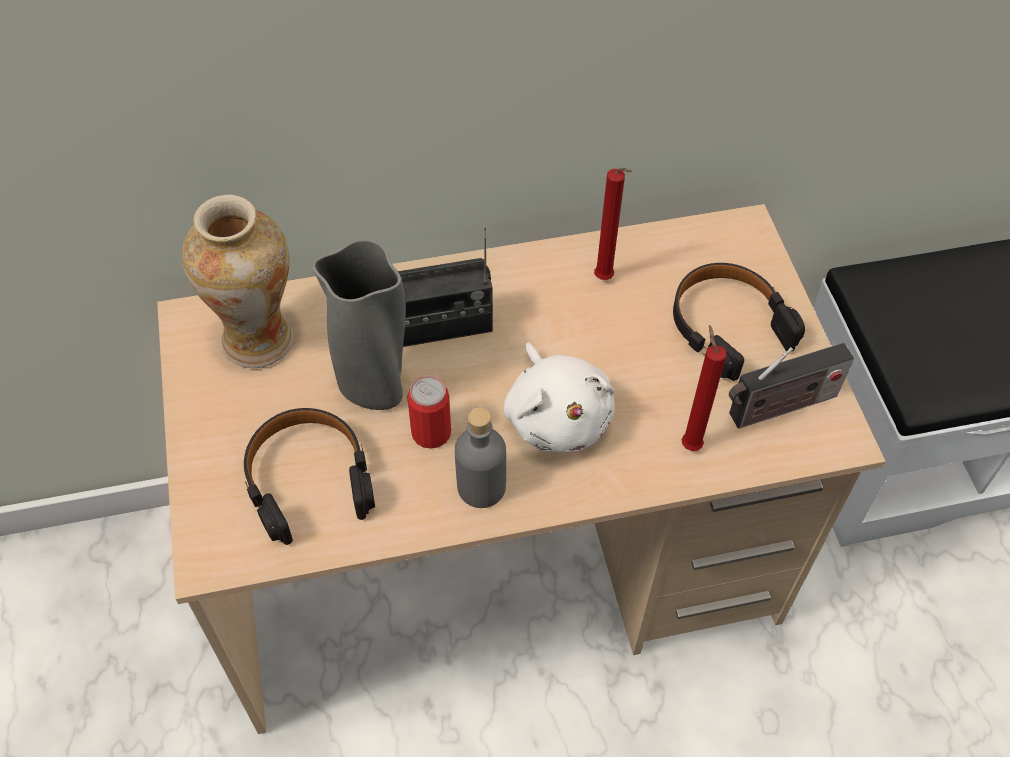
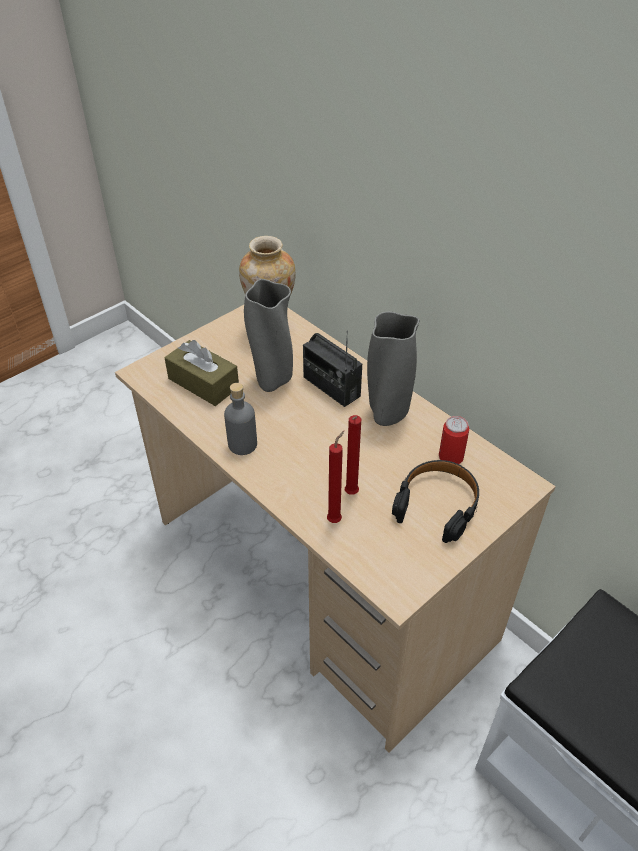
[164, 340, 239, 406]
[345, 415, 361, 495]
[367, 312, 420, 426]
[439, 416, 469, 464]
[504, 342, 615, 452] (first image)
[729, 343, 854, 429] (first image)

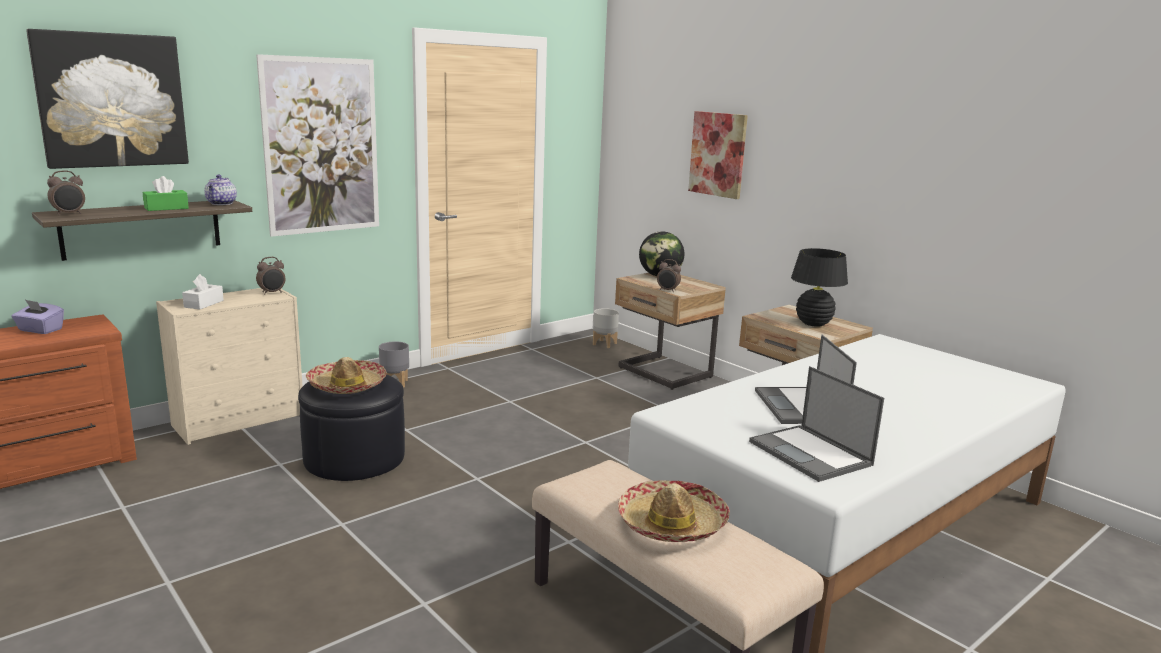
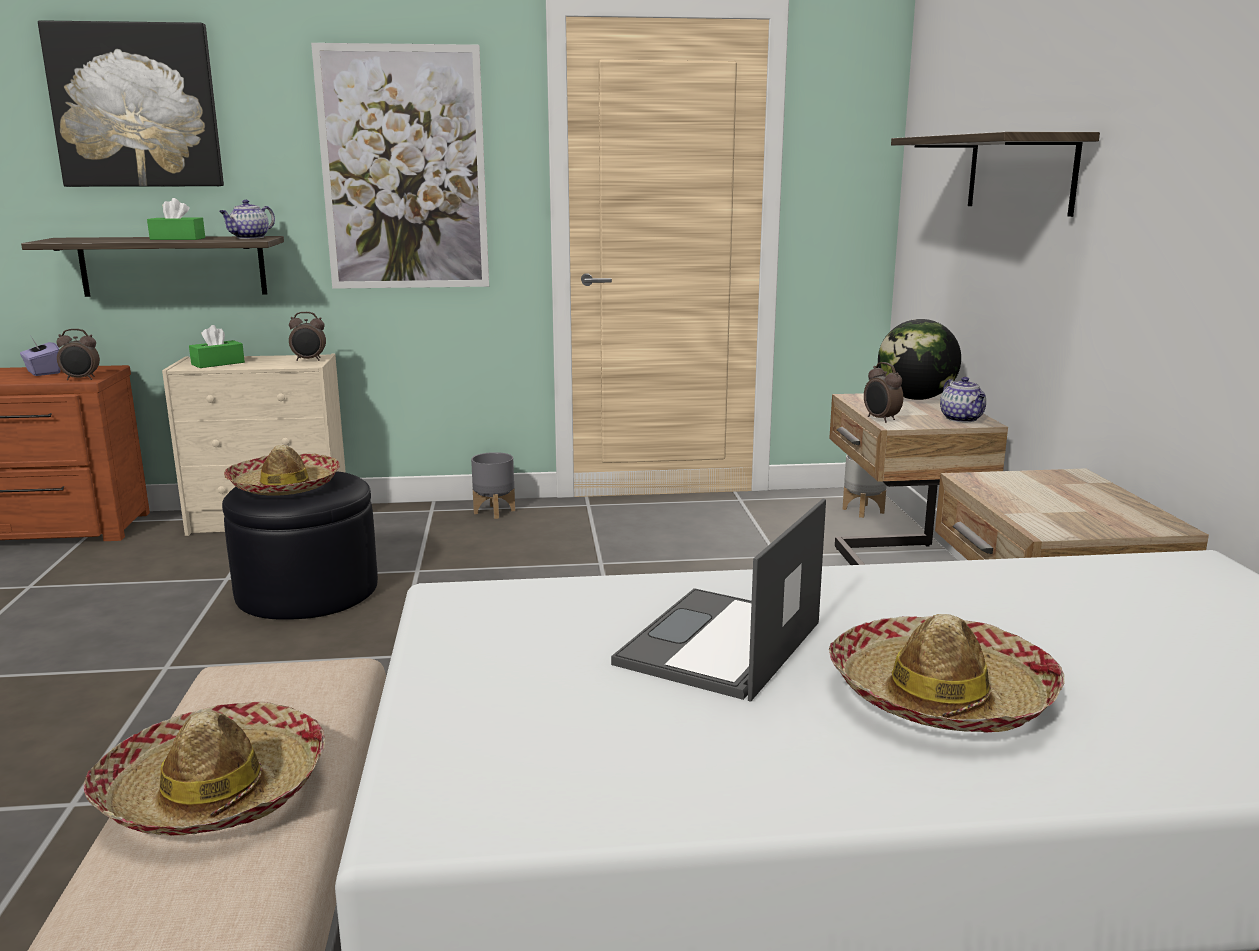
[56, 329, 100, 380]
[189, 325, 245, 368]
[829, 614, 1064, 733]
[891, 132, 1100, 217]
[940, 377, 986, 422]
[749, 366, 884, 482] (first image)
[791, 248, 848, 327] (first image)

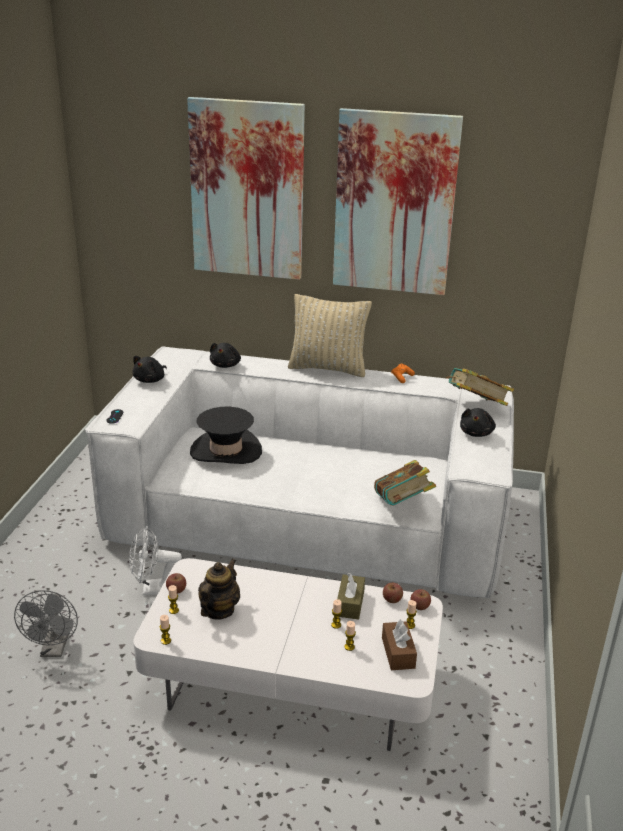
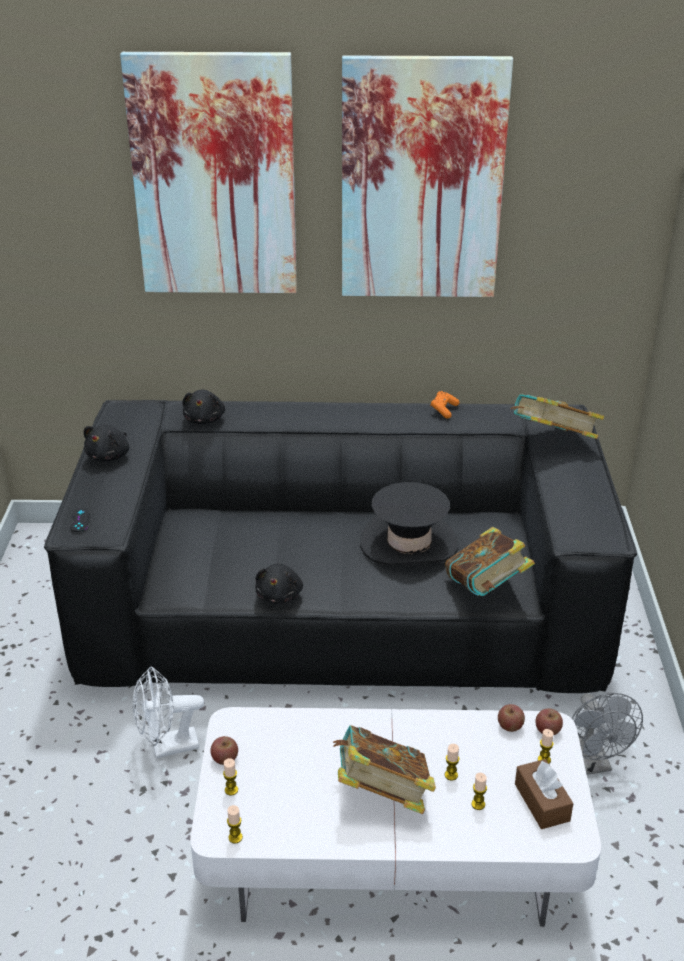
[44, 400, 637, 693]
[255, 564, 303, 604]
[333, 725, 436, 814]
[360, 482, 458, 565]
[571, 693, 643, 775]
[198, 559, 240, 619] (first image)
[288, 294, 372, 377] (first image)
[337, 573, 365, 620] (first image)

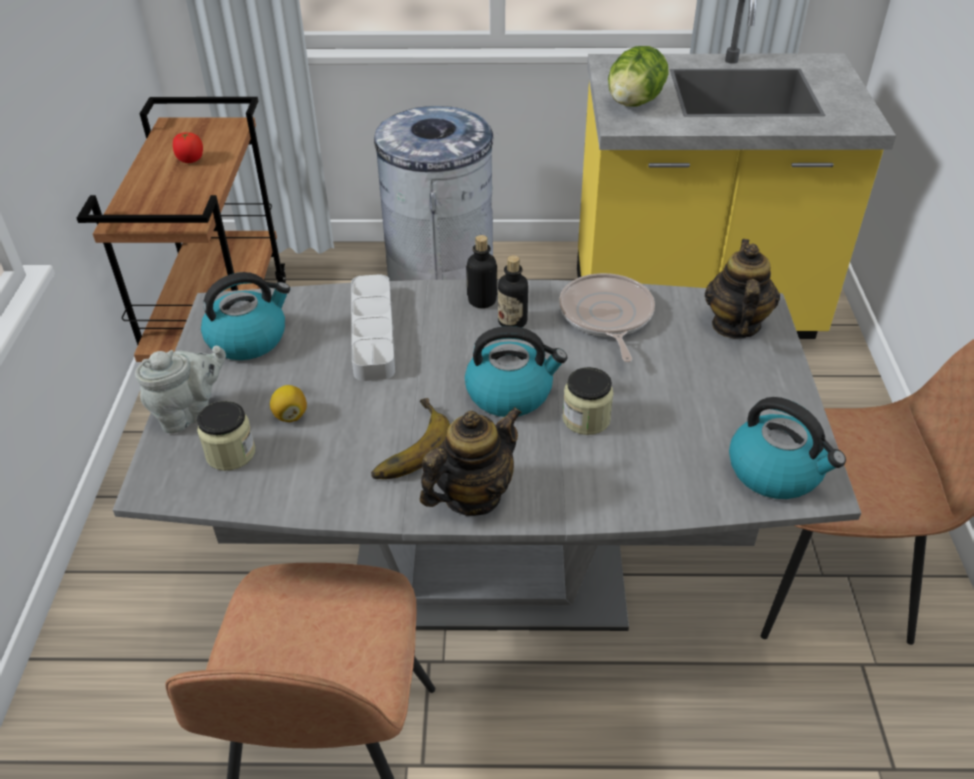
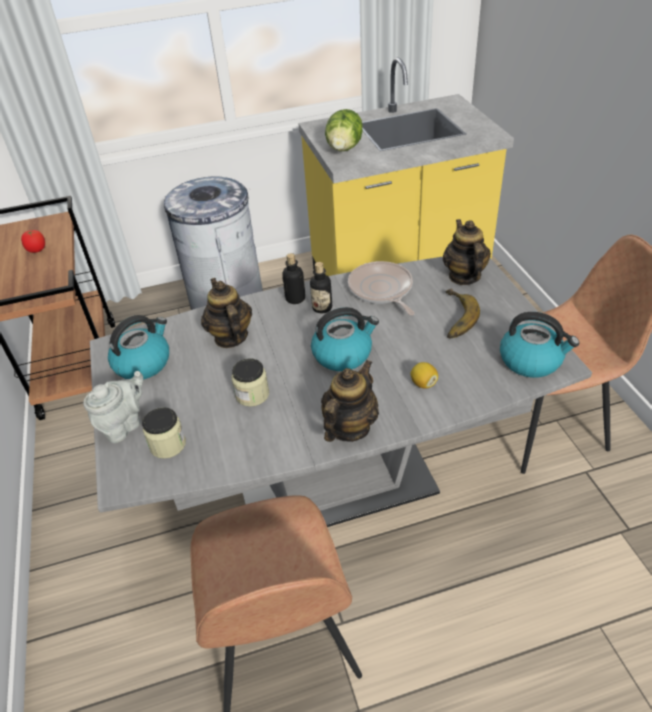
[201, 278, 252, 348]
[232, 358, 269, 407]
[411, 362, 438, 389]
[446, 289, 480, 339]

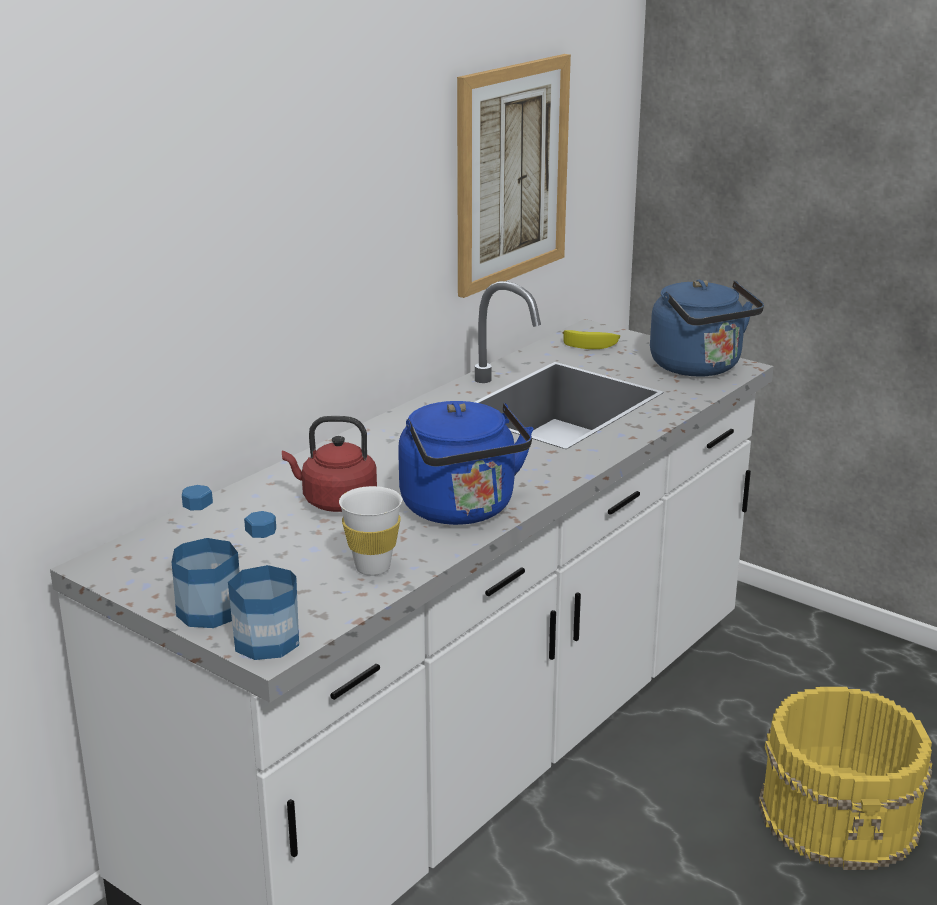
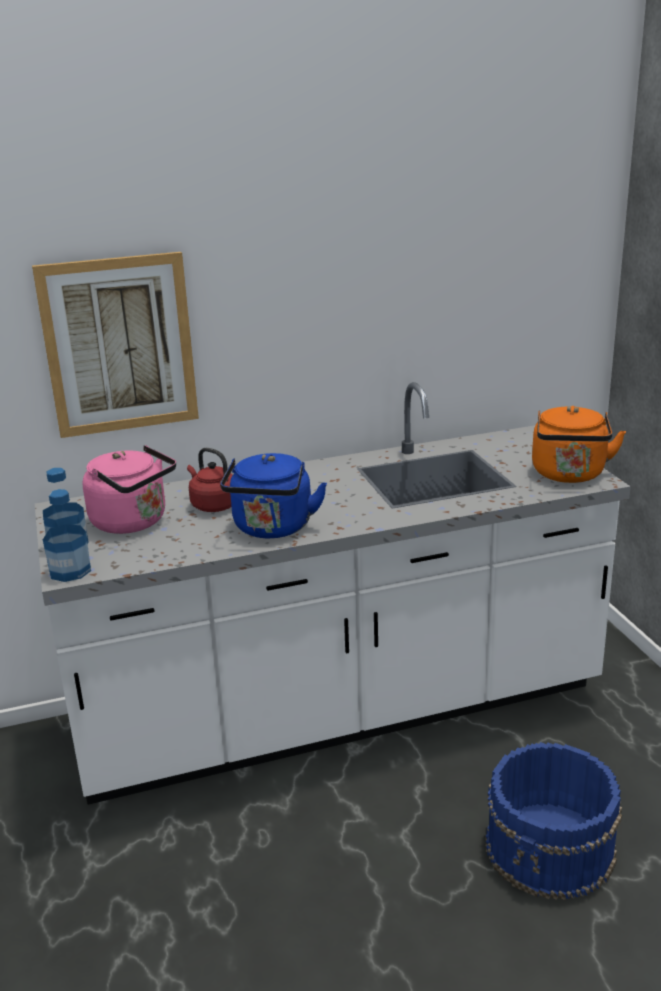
[32, 252, 199, 438]
[83, 445, 176, 534]
[485, 742, 622, 900]
[532, 406, 626, 483]
[339, 486, 402, 576] (first image)
[563, 330, 620, 349] (first image)

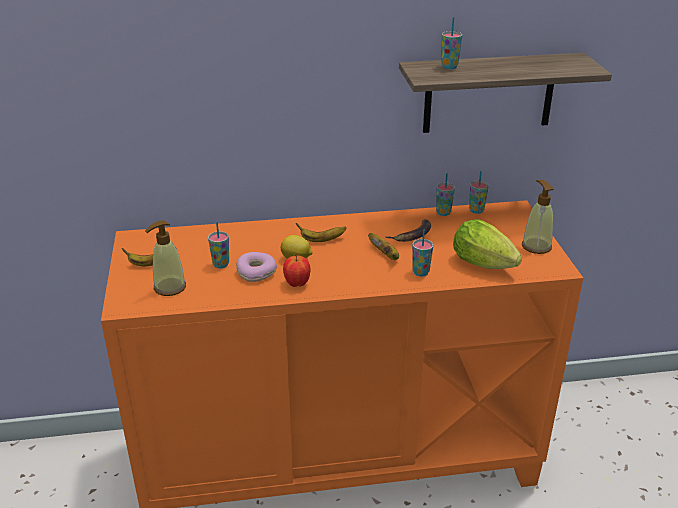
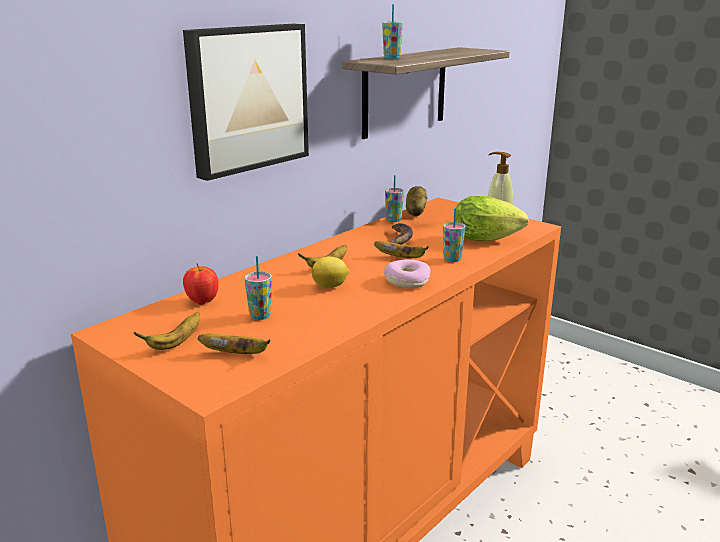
[183, 24, 309, 181]
[183, 264, 219, 305]
[198, 334, 270, 354]
[384, 259, 430, 288]
[406, 186, 427, 216]

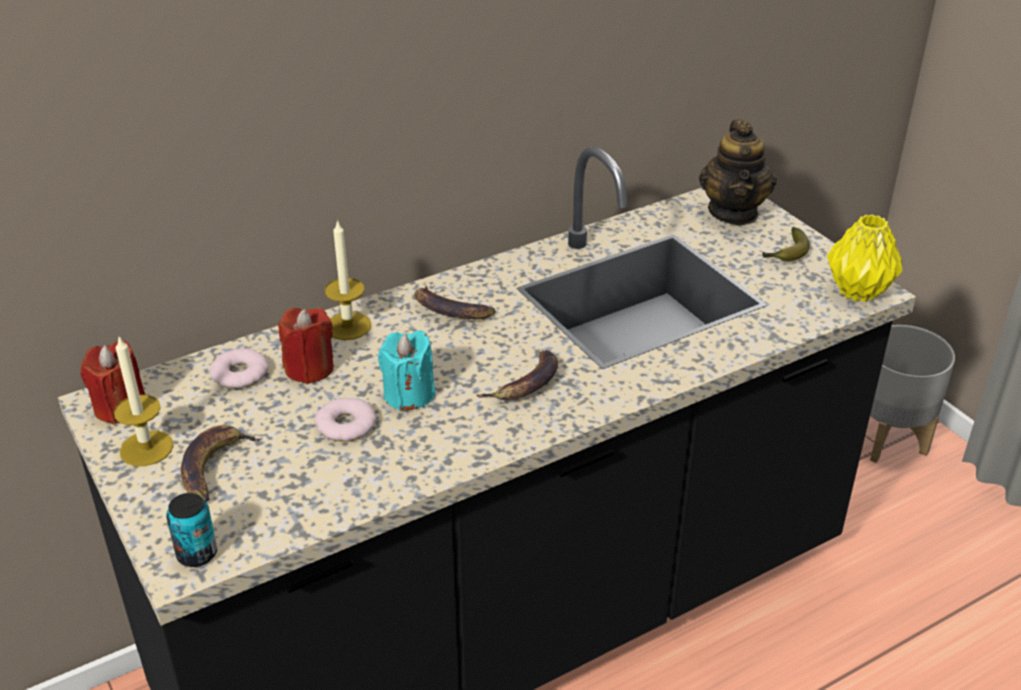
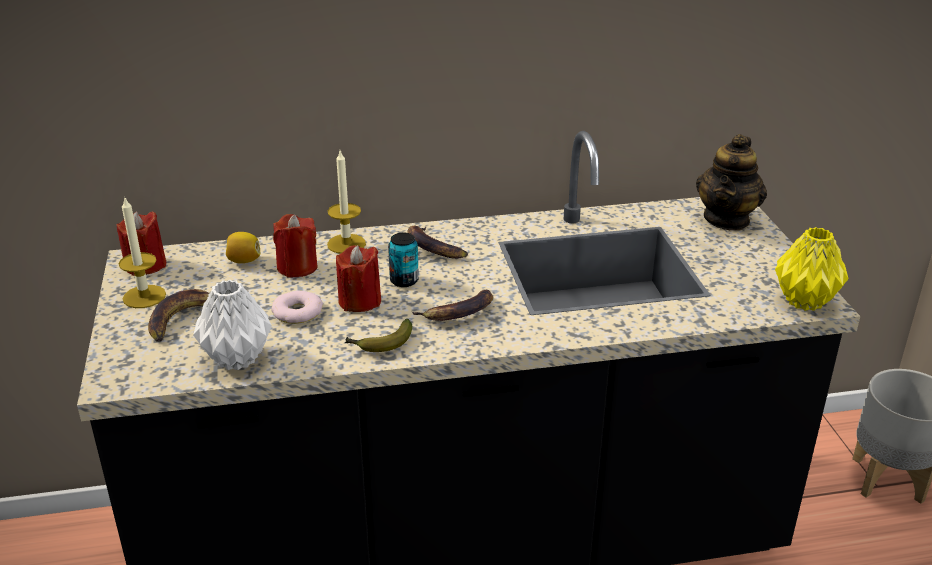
[193, 280, 272, 370]
[226, 232, 260, 263]
[336, 245, 381, 312]
[345, 319, 412, 352]
[388, 233, 419, 287]

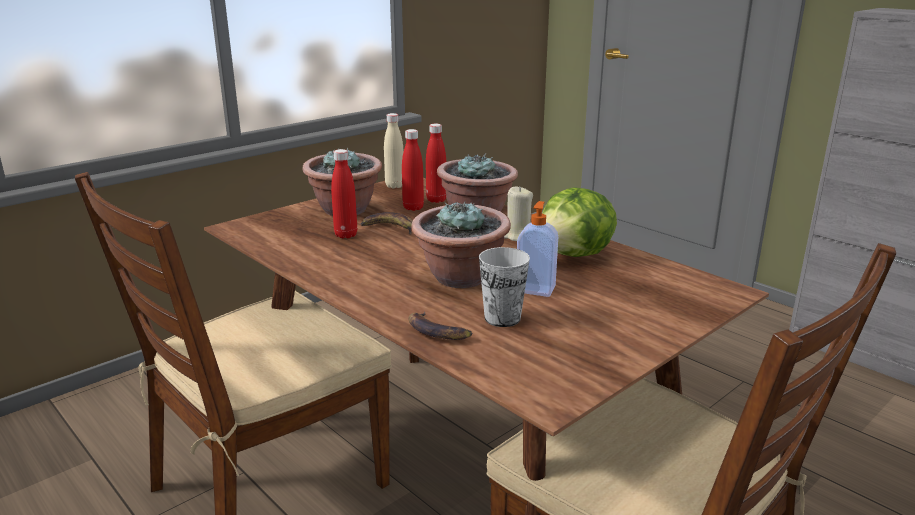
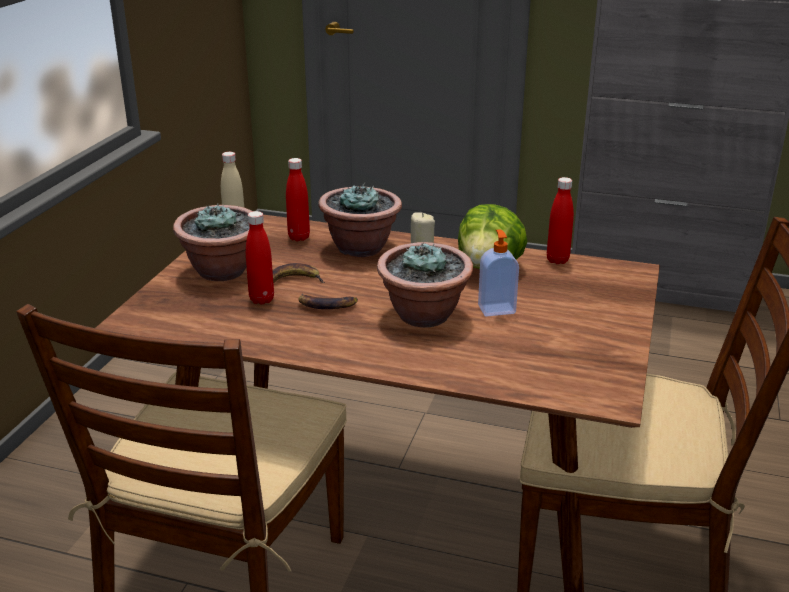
[298, 294, 358, 309]
[547, 177, 574, 264]
[479, 247, 530, 327] (first image)

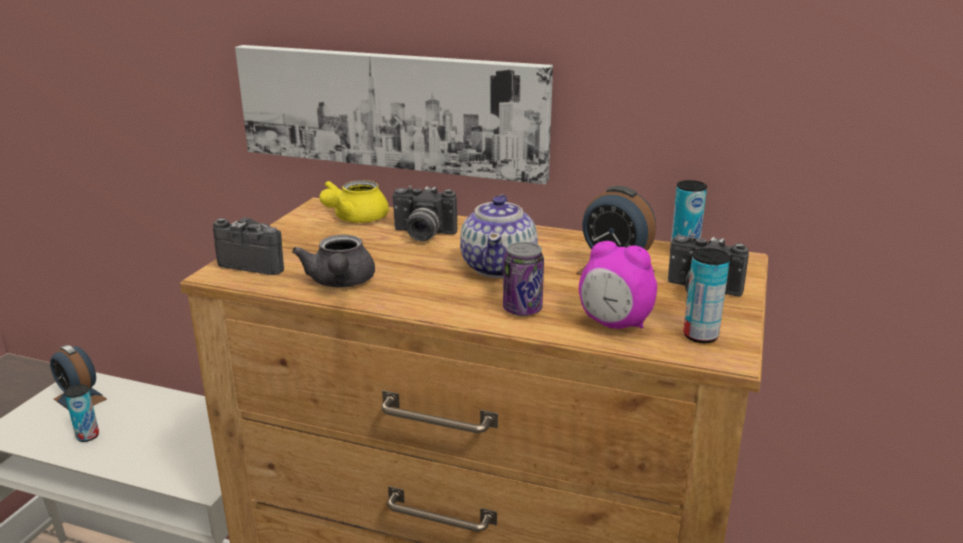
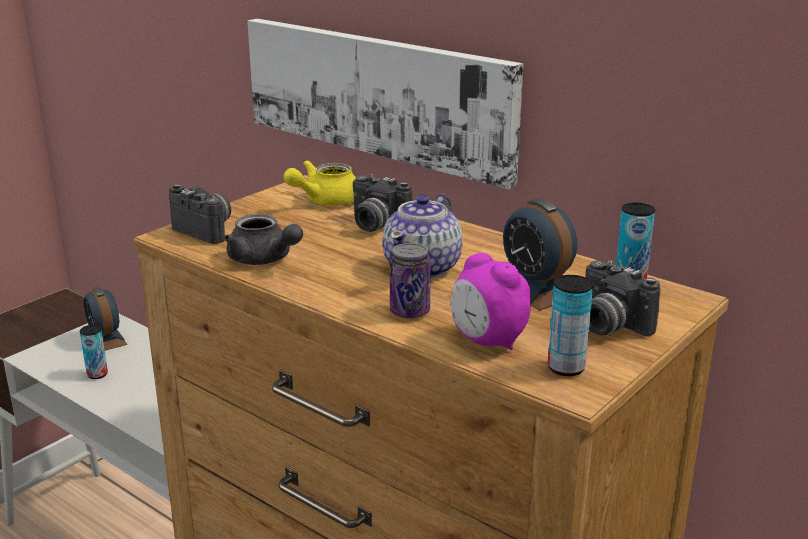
[224, 214, 303, 265]

